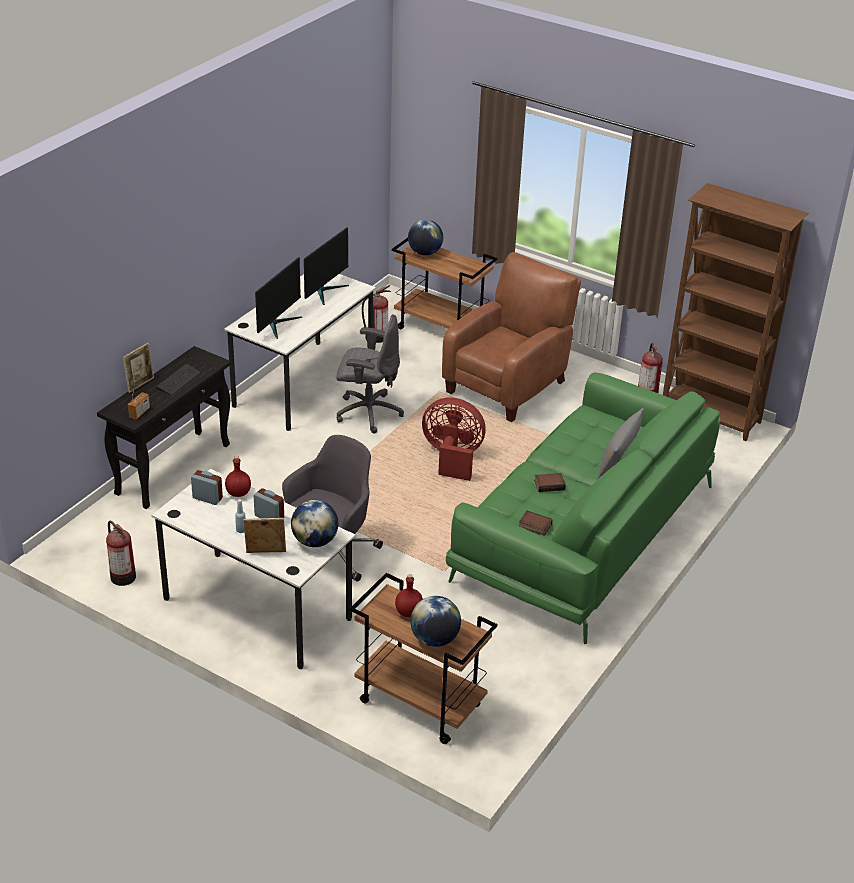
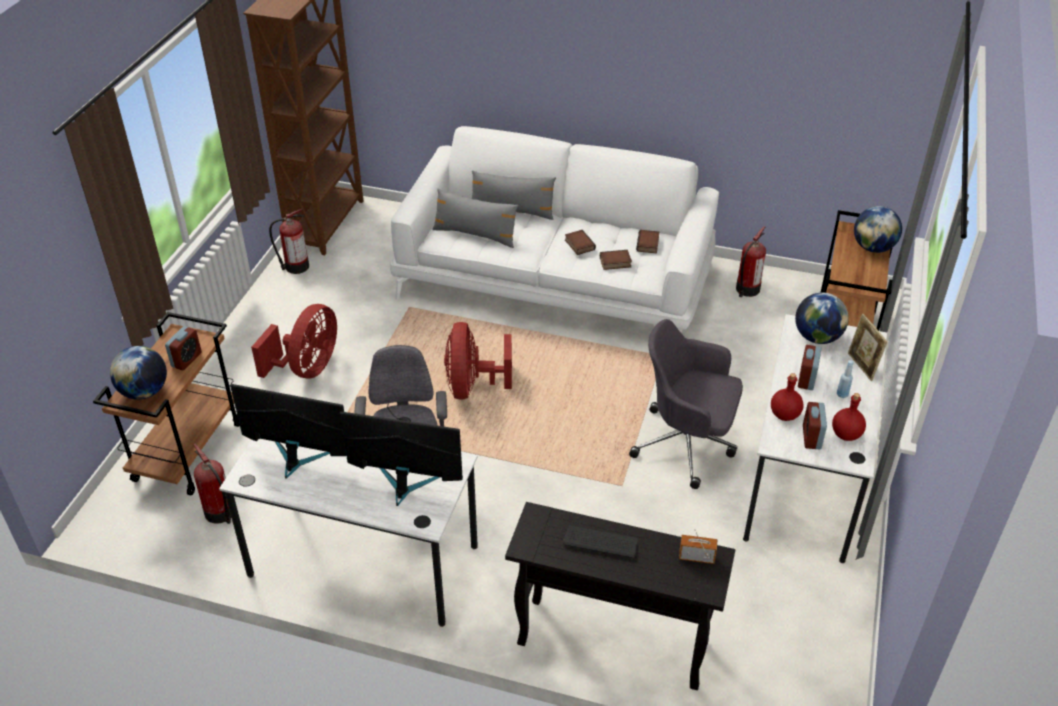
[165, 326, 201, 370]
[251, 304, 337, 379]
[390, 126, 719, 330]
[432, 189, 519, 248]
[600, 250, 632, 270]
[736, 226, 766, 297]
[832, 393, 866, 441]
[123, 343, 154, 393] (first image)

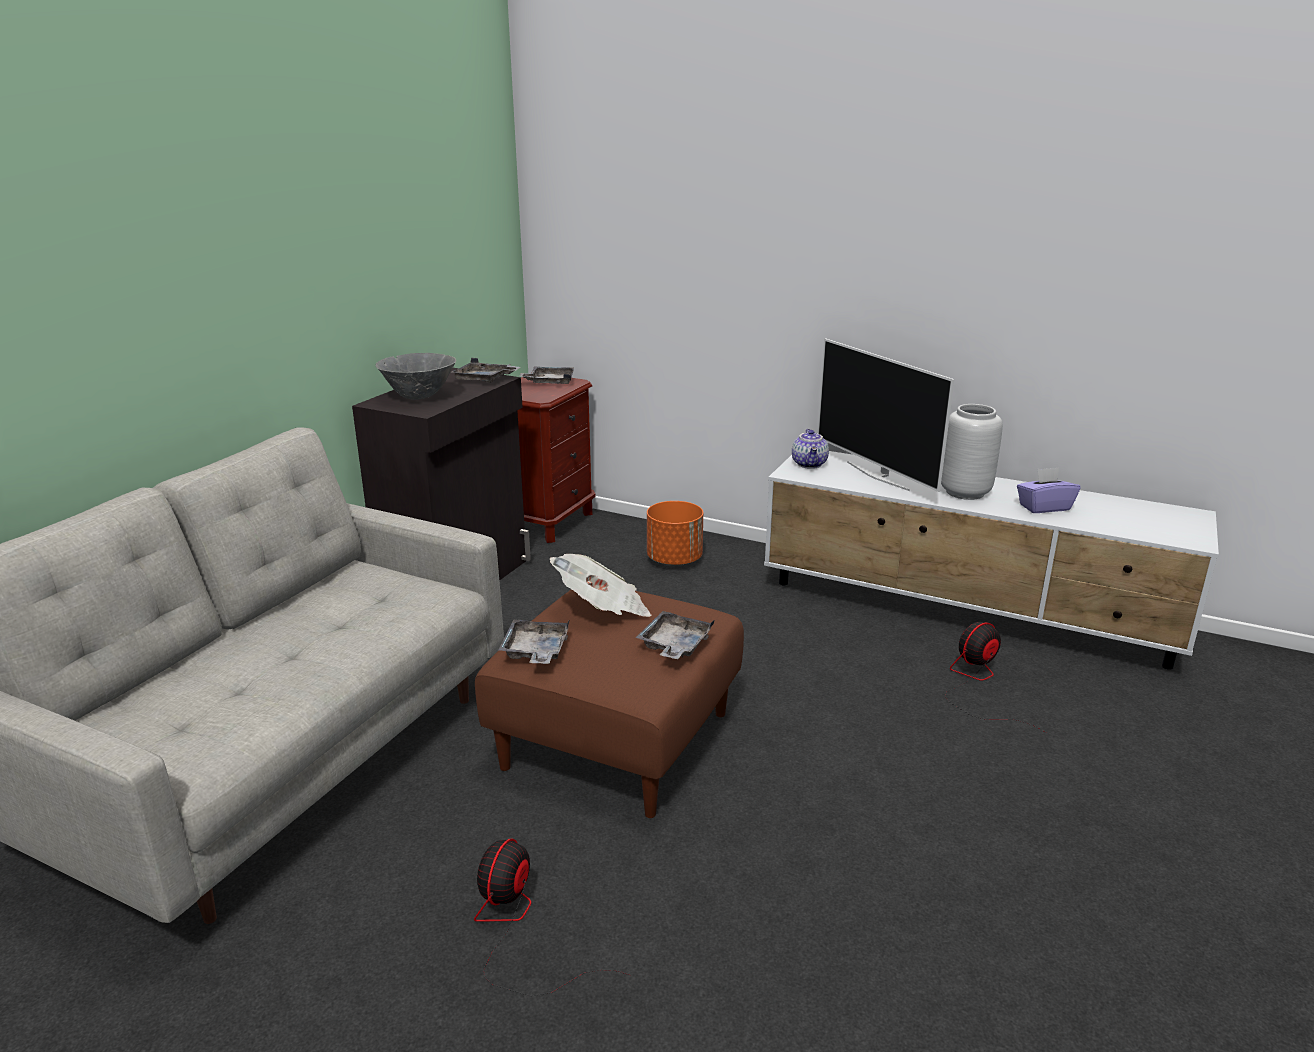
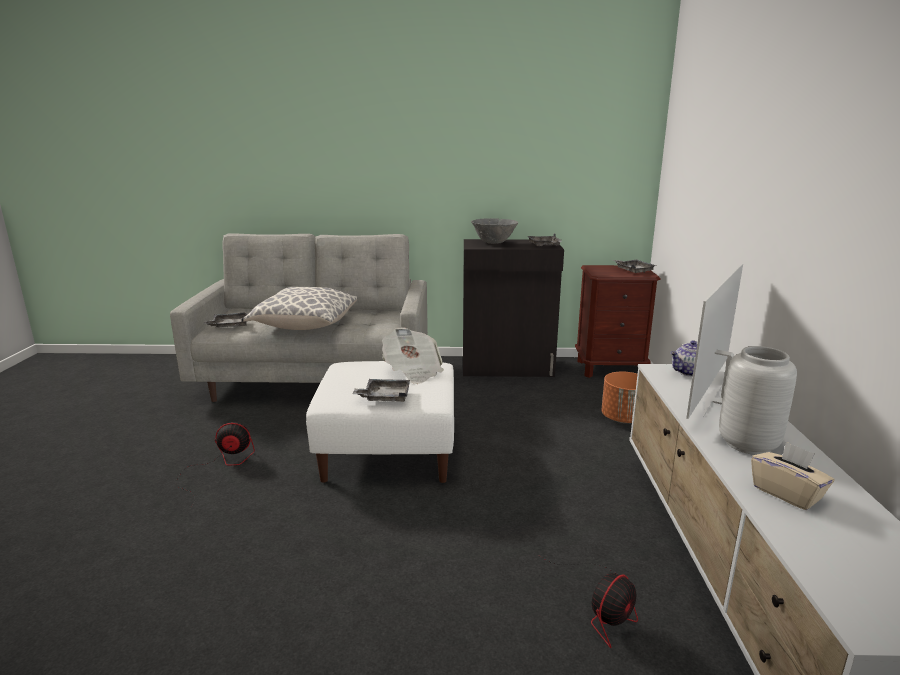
[204, 313, 248, 328]
[243, 287, 357, 330]
[306, 361, 454, 483]
[538, 555, 638, 648]
[751, 442, 834, 510]

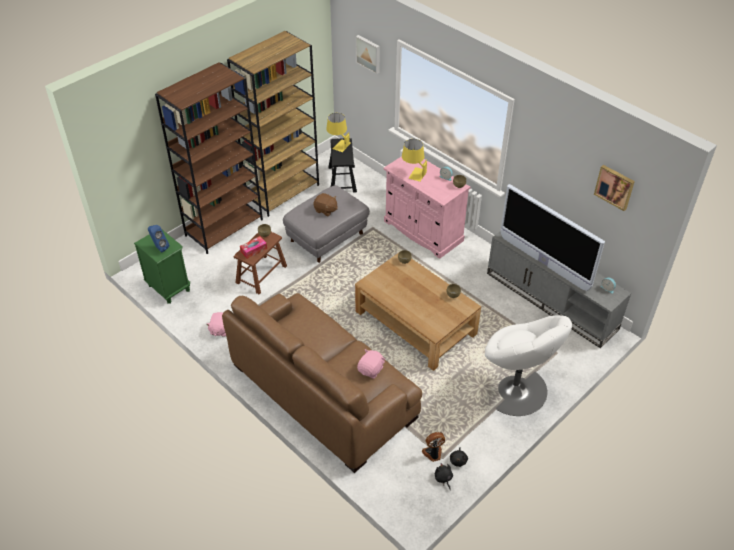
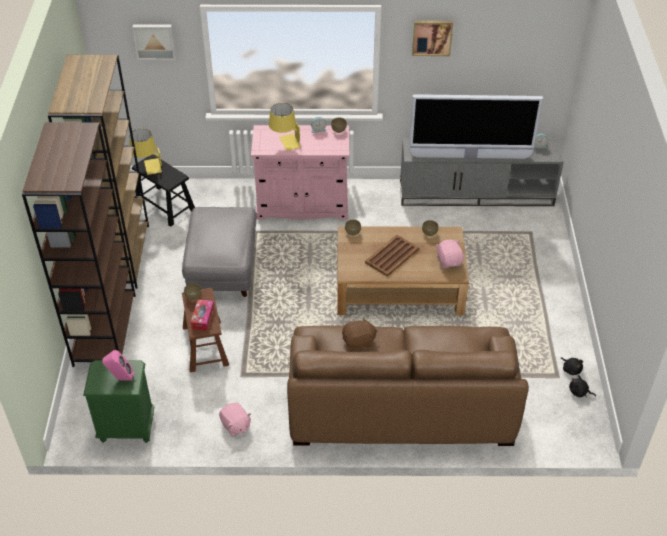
[102, 350, 134, 381]
[342, 317, 377, 351]
[365, 235, 419, 277]
[412, 21, 453, 56]
[436, 240, 464, 268]
[422, 432, 445, 462] (first image)
[485, 315, 572, 416] (first image)

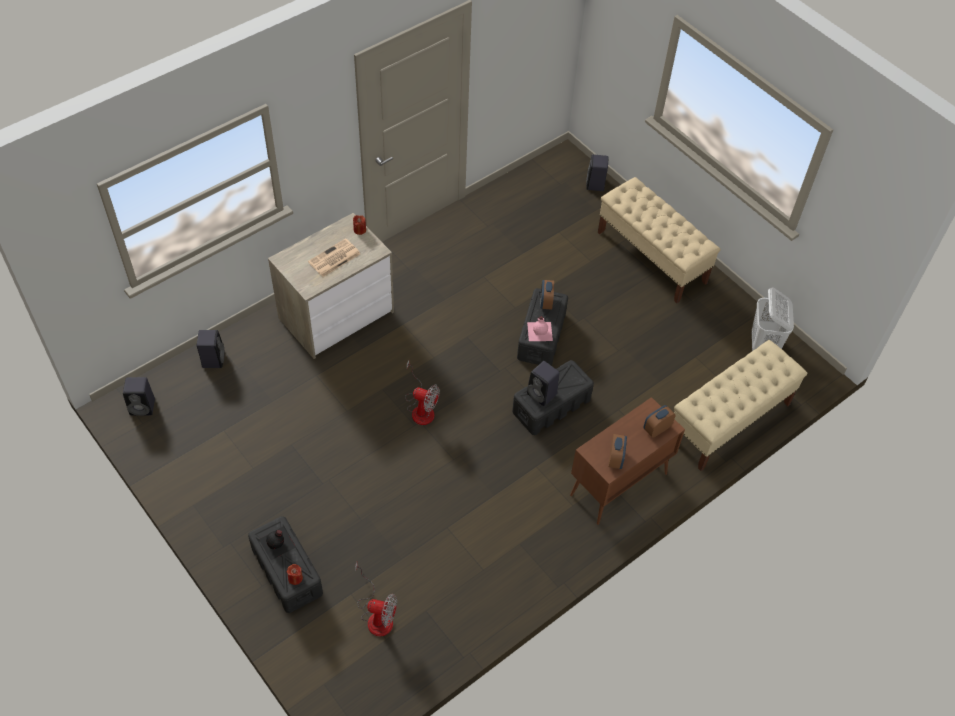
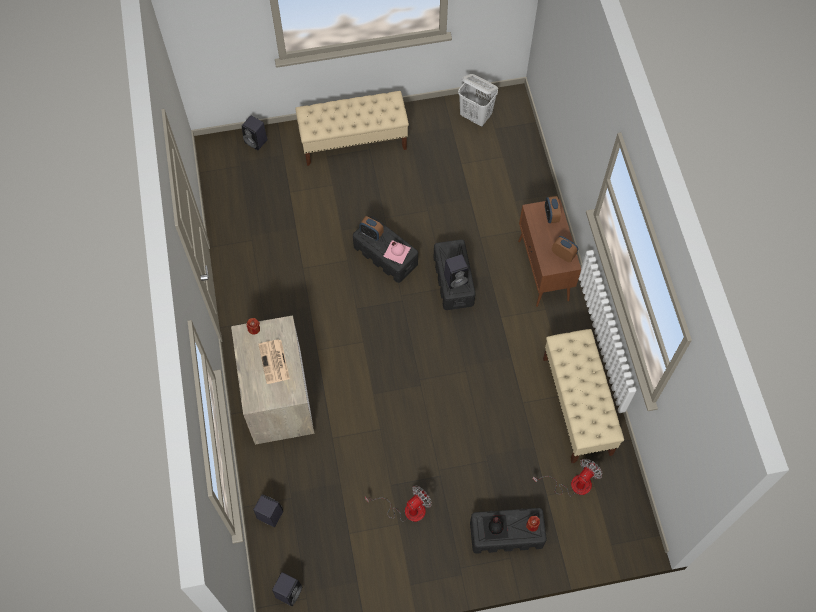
[365, 486, 432, 522]
[543, 329, 624, 463]

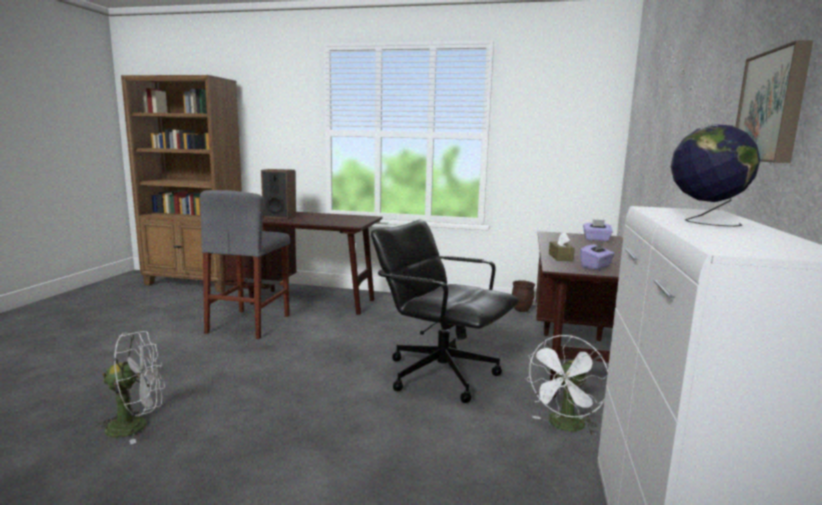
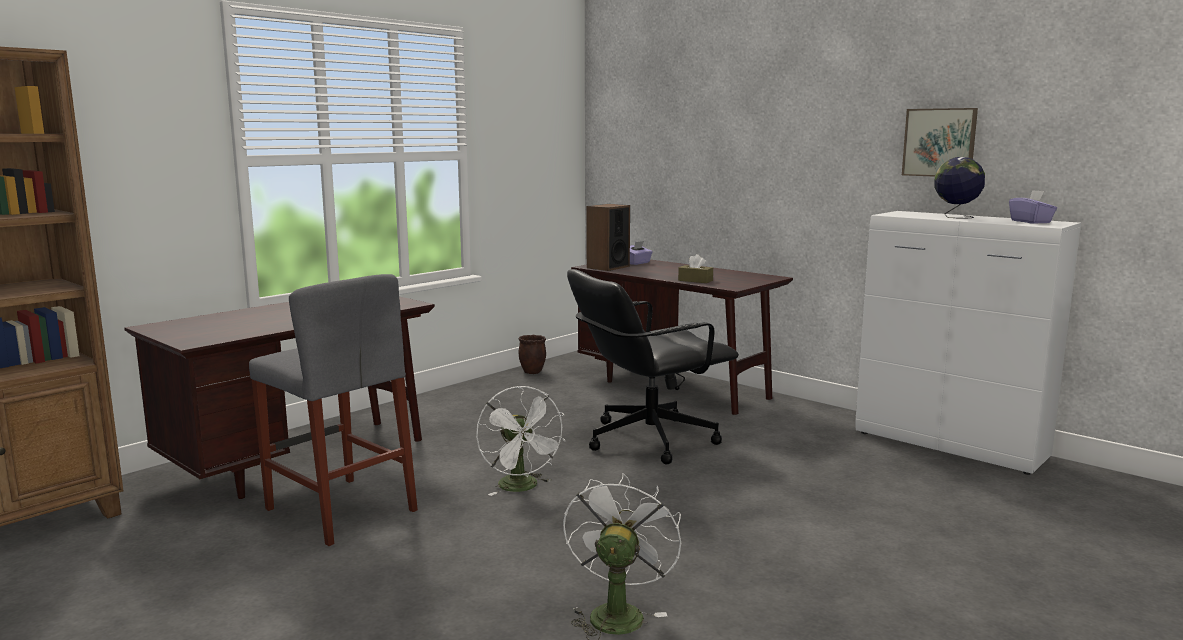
[476, 386, 566, 496]
[587, 204, 630, 271]
[1009, 190, 1057, 223]

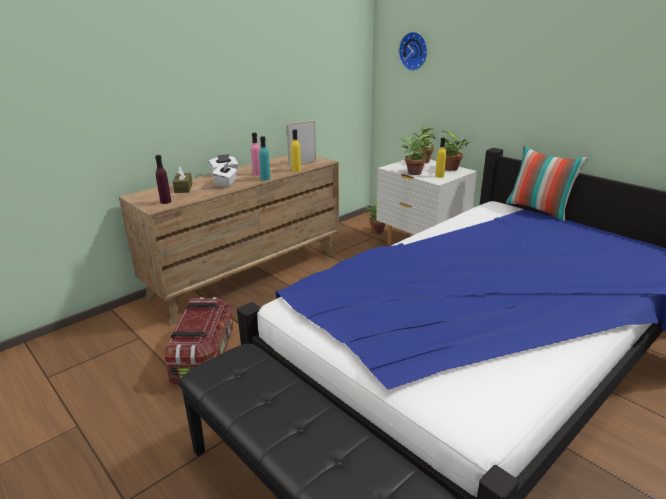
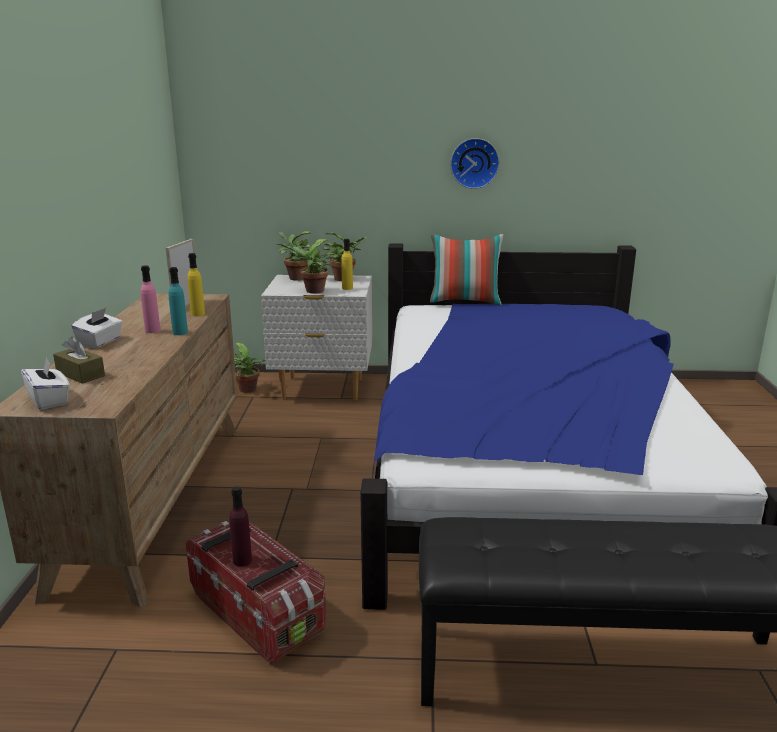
[21, 357, 70, 410]
[229, 486, 252, 567]
[450, 138, 500, 189]

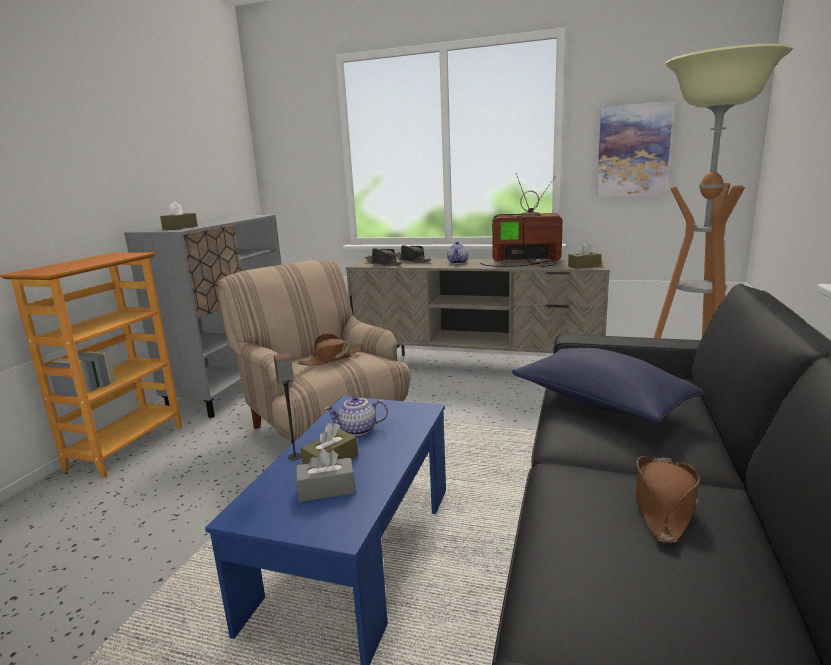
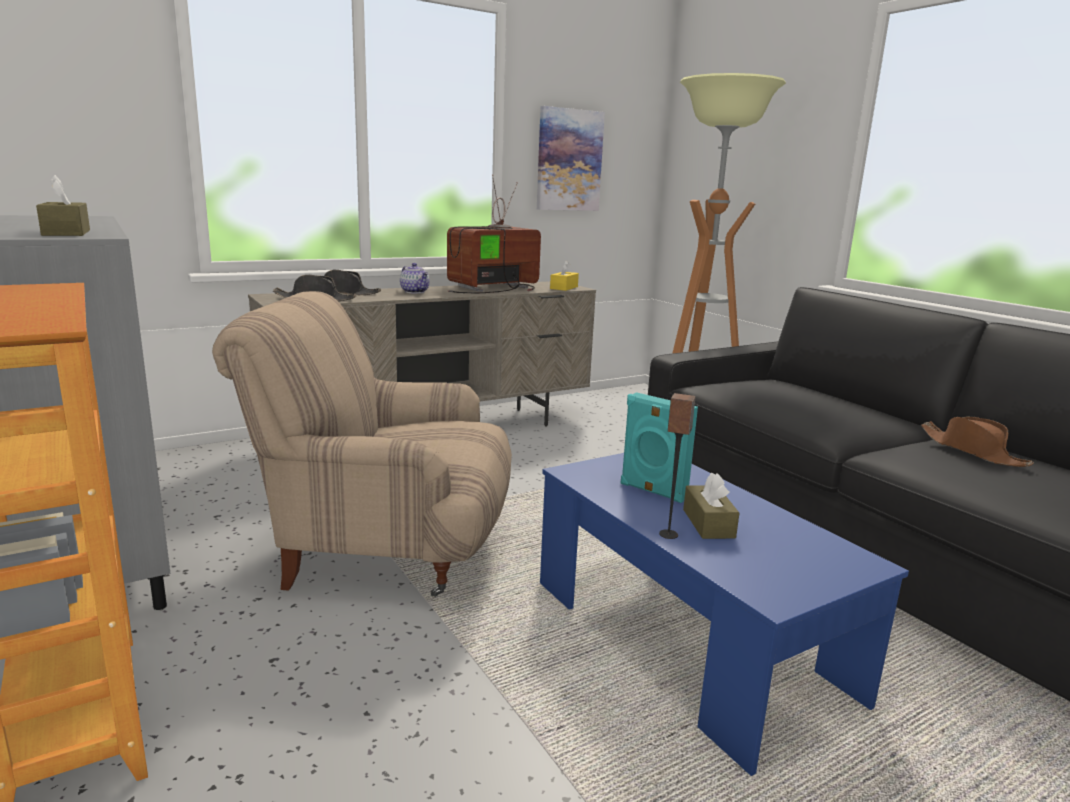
[550, 260, 579, 291]
[620, 392, 698, 503]
[296, 449, 355, 502] (first image)
[298, 333, 363, 366] (first image)
[512, 348, 704, 422] (first image)

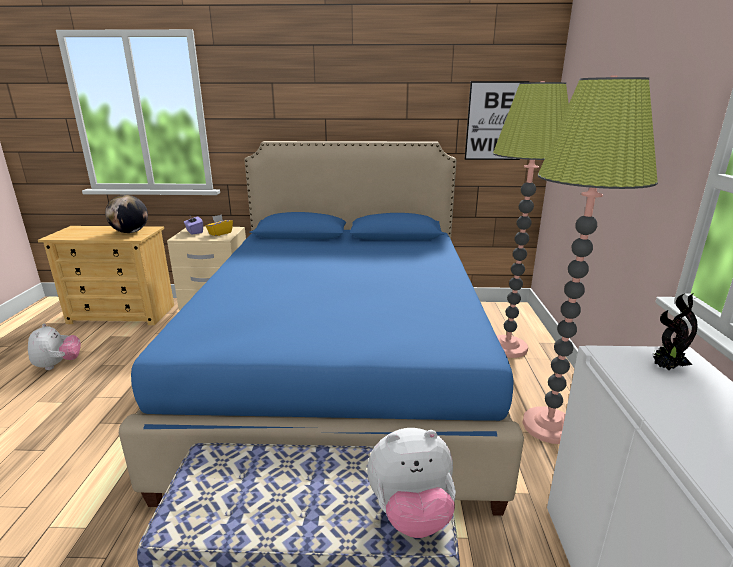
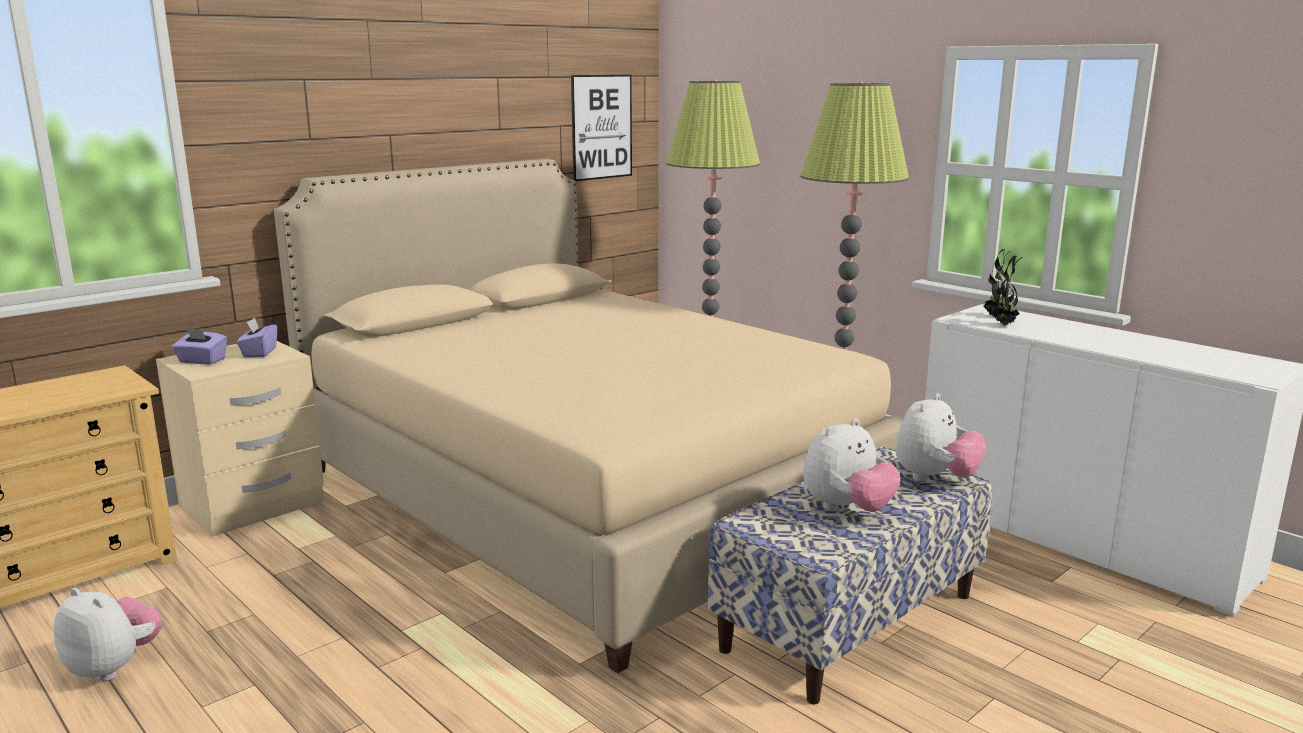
[237, 317, 277, 357]
[274, 159, 904, 673]
[803, 418, 901, 512]
[993, 256, 1023, 326]
[105, 195, 148, 233] (first image)

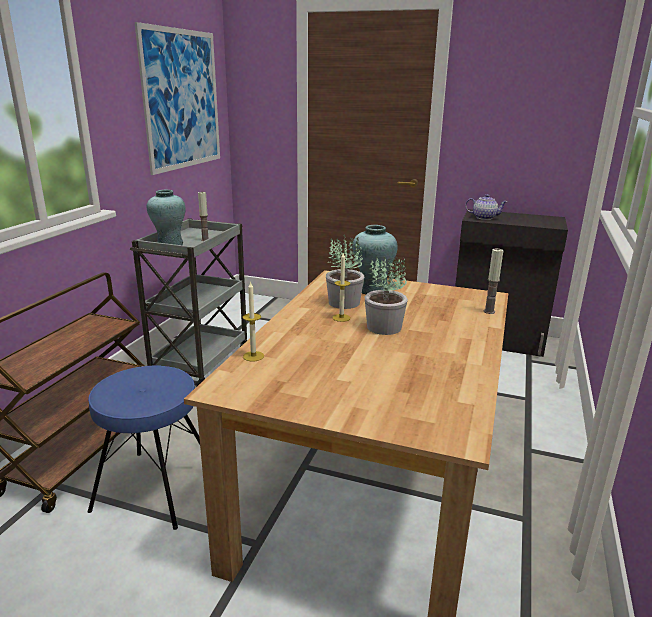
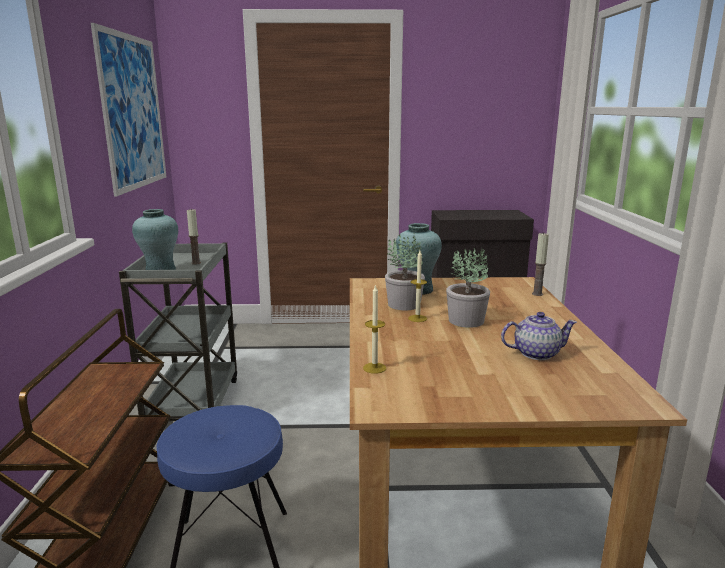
[501, 312, 577, 360]

